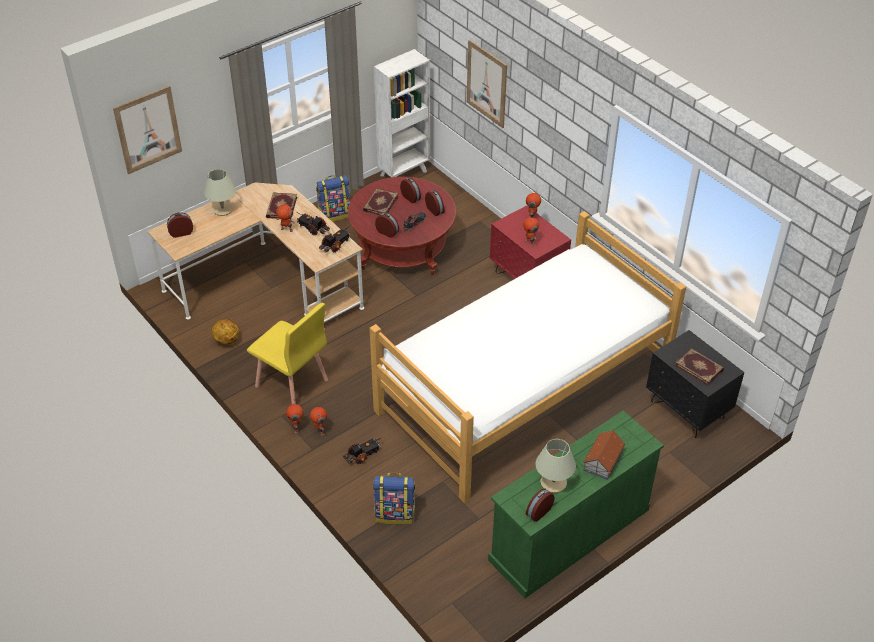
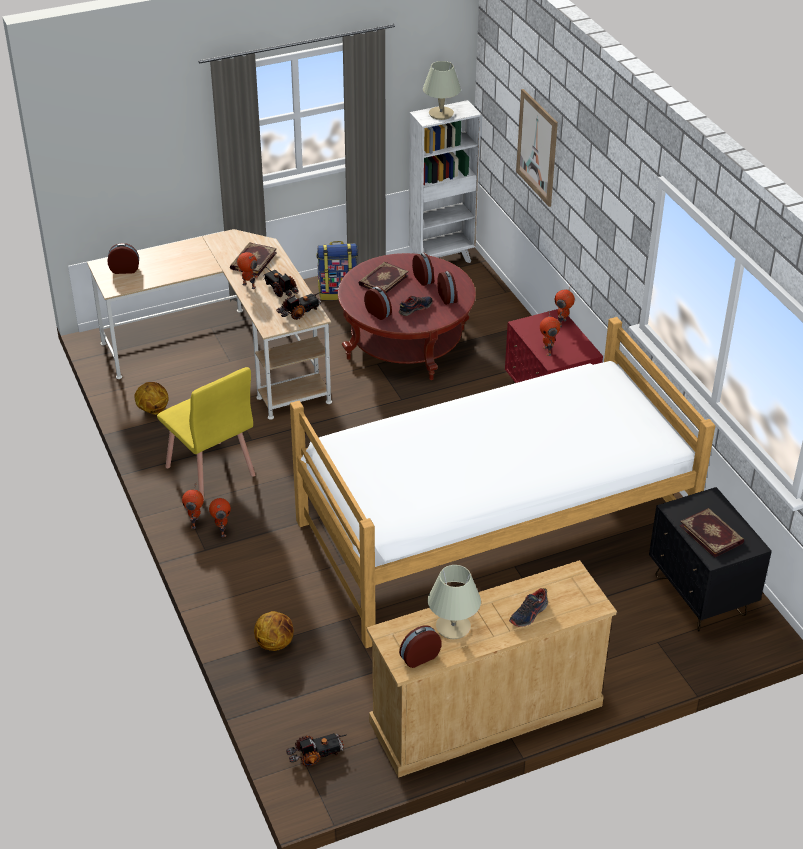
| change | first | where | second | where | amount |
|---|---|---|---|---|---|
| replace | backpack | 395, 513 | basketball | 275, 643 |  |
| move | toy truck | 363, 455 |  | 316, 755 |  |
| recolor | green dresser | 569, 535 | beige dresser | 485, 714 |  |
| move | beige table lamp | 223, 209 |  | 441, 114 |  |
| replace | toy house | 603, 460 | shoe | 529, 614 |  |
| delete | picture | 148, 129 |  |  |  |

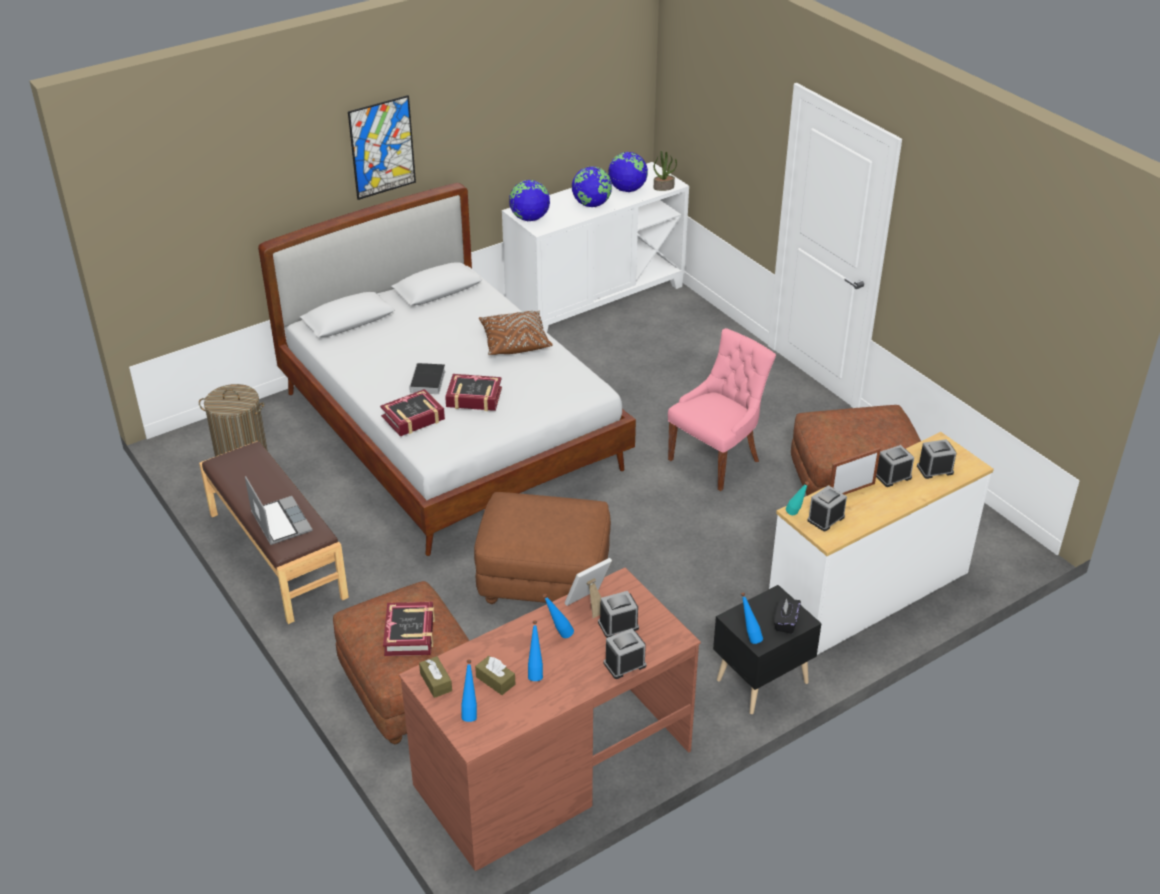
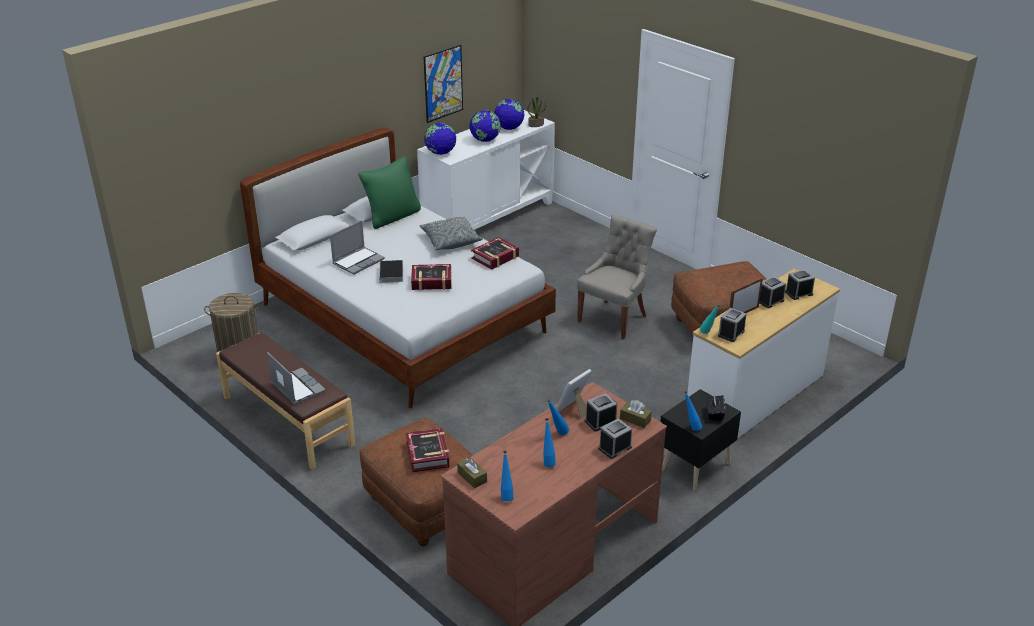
| change | first | where | second | where | amount |
|---|---|---|---|---|---|
| insert |  |  | laptop | 358, 261 |  |
| insert |  |  | green pillow | 392, 217 |  |
| recolor | brown pillow | 514, 342 | grey pillow | 450, 241 |  |
| move | picture | 382, 147 |  | 443, 83 |  |
| move | book | 413, 418 |  | 495, 257 |  |
| recolor | pink chair | 716, 460 | grey chair | 614, 318 |  |
| move | brown tissue box | 495, 680 |  | 635, 419 |  |
| delete | brown ottoman | 543, 581 |  |  |  |

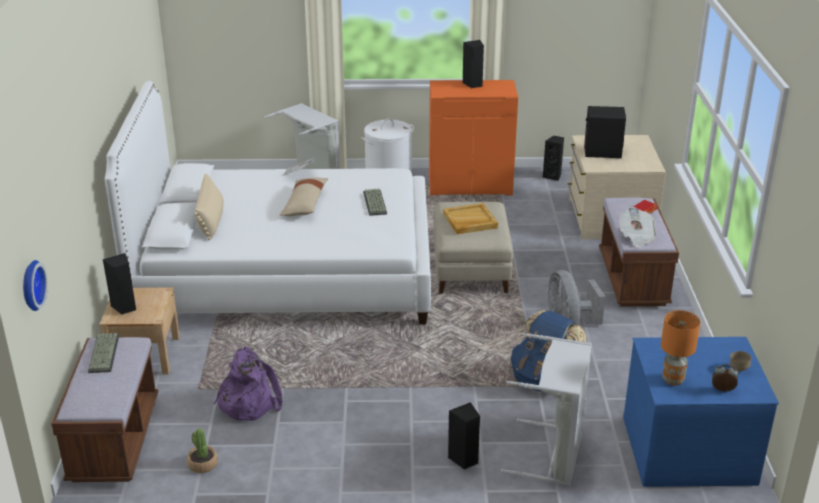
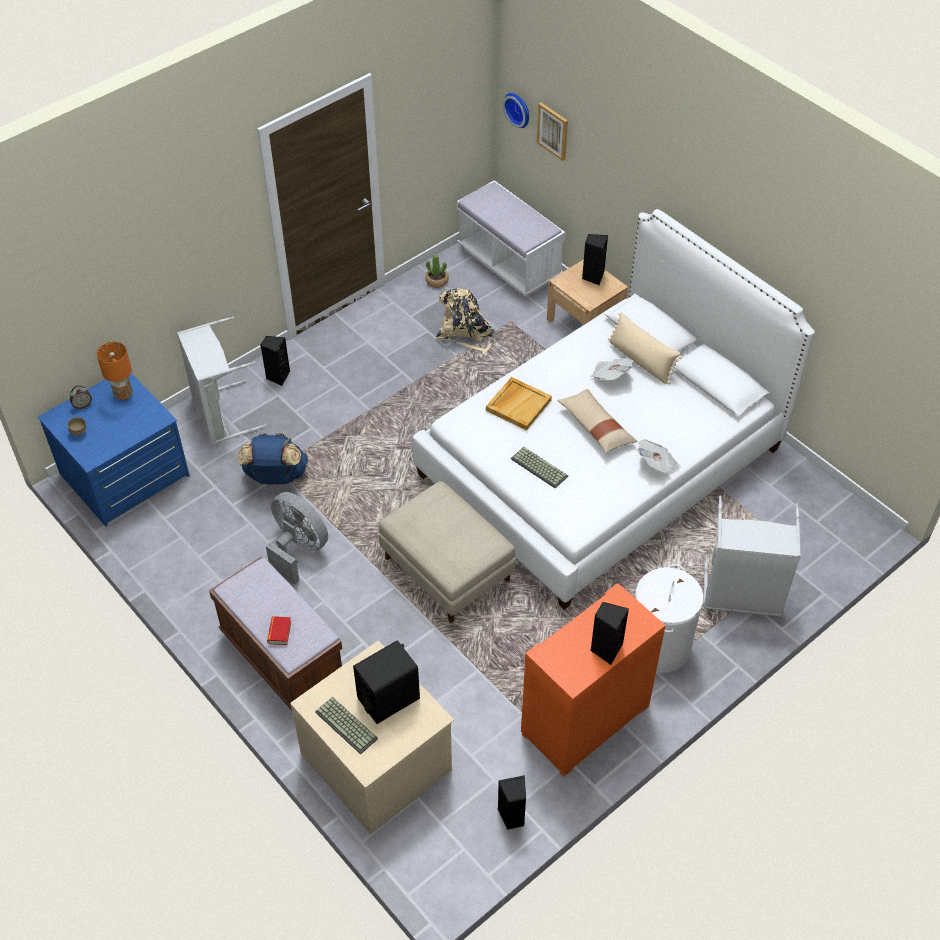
| change | first | where | second | where | amount |
|---|---|---|---|---|---|
| move | keyboard | 103, 353 |  | 347, 725 |  |
| recolor | purple backpack | 248, 402 | beige backpack | 465, 333 |  |
| recolor | brown bench | 114, 441 | white bench | 509, 263 |  |
| move | beige tray | 469, 221 |  | 518, 404 |  |
| insert |  |  | picture | 553, 131 |  |
| move | newspaper | 636, 237 |  | 610, 376 |  |

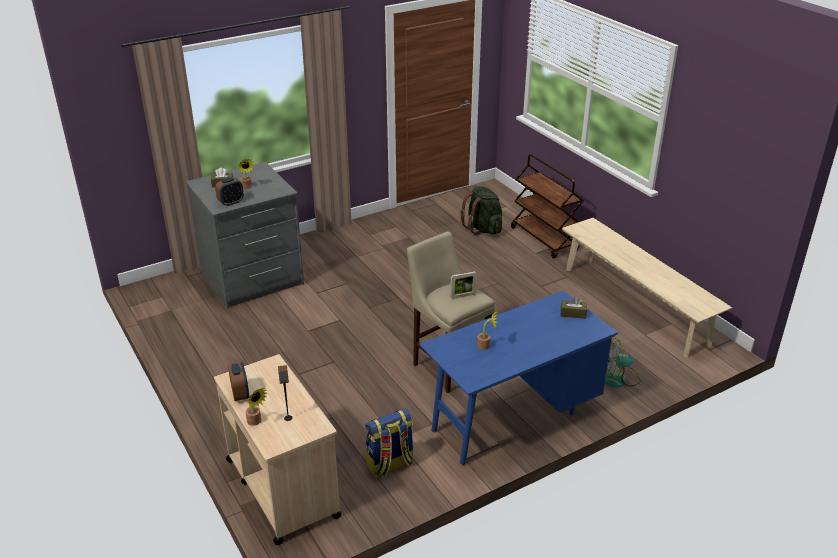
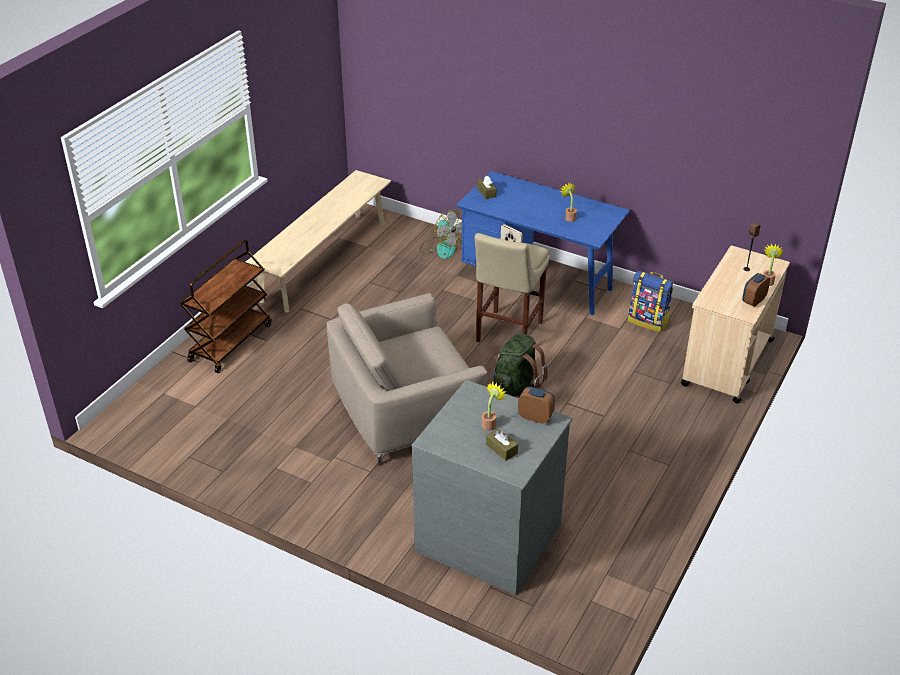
| change | first | where | second | where | amount |
|---|---|---|---|---|---|
| insert |  |  | beige armchair | 405, 411 |  |
| move | green backpack | 483, 228 |  | 516, 387 |  |

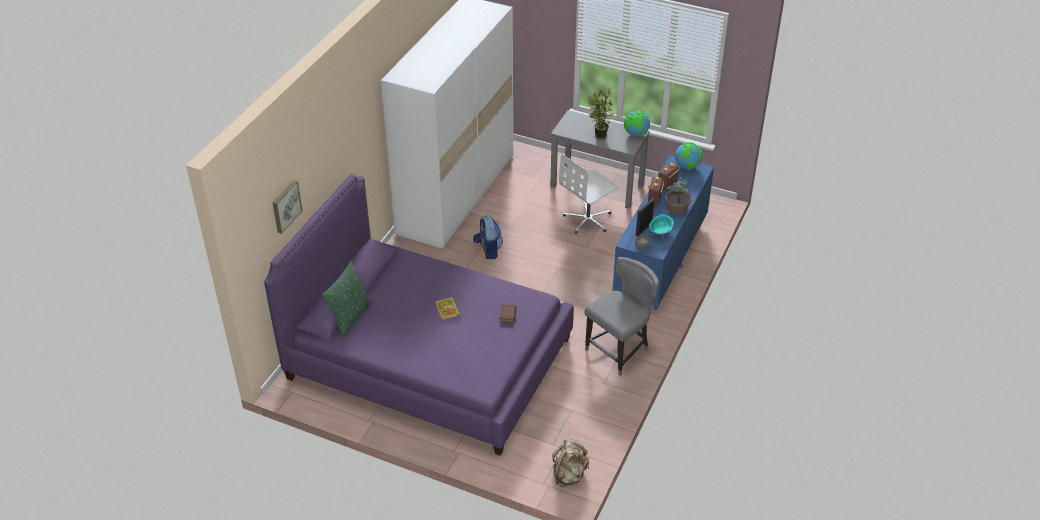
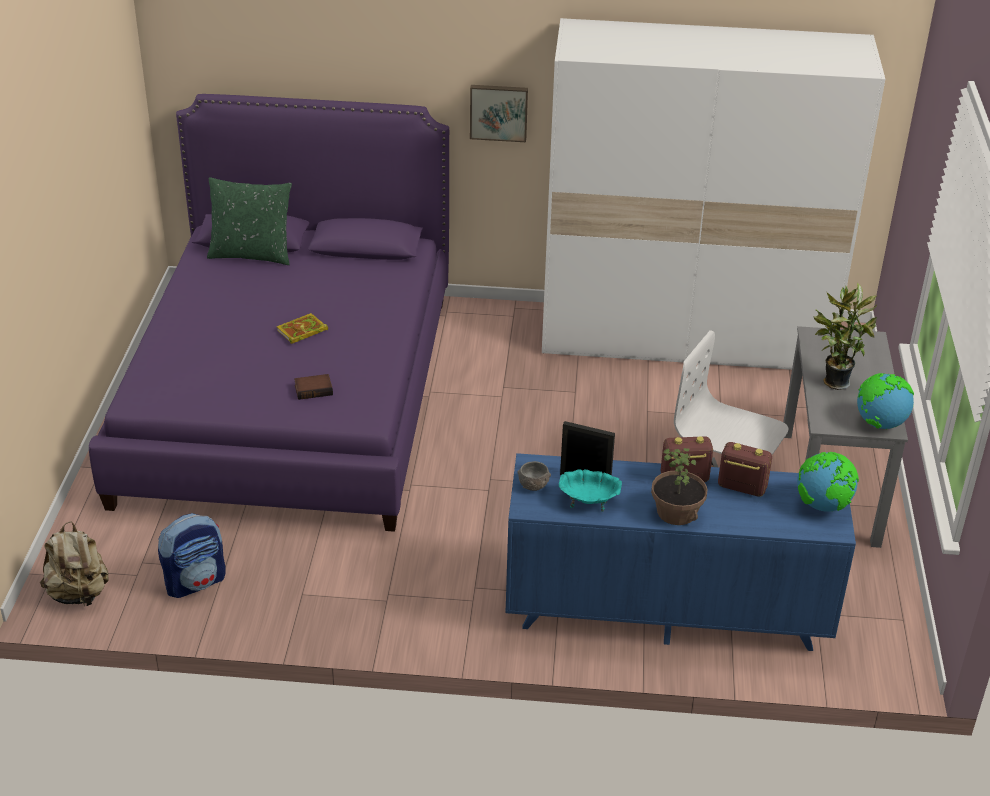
| change | first | where | second | where | amount |
|---|---|---|---|---|---|
| move | backpack | 488, 250 |  | 195, 582 |  |
| move | picture | 285, 206 |  | 498, 112 |  |
| delete | grey chair | 619, 351 |  |  |  |

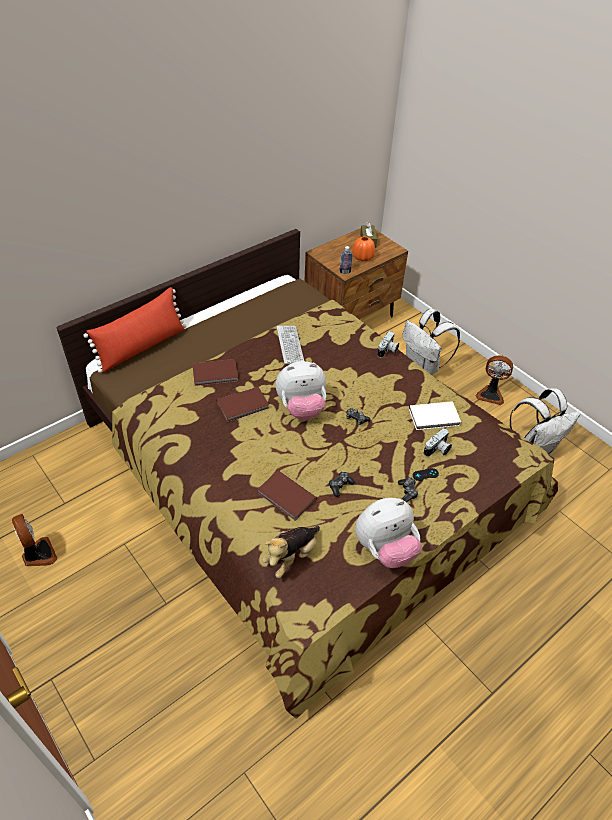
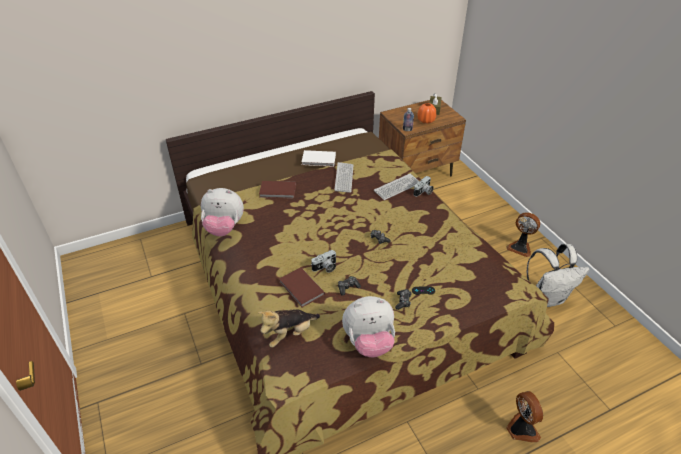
| change | first | where | second | where | amount |
|---|---|---|---|---|---|
| move | plush toy | 301, 408 |  | 224, 228 |  |
| move | white book | 435, 417 |  | 319, 160 |  |
| move | photo camera | 437, 450 |  | 325, 268 |  |
| insert |  |  | keyboard | 397, 187 |  |
| move | fan | 38, 554 |  | 520, 429 |  |
| delete | red pillow | 142, 347 |  |  |  |
| delete | brown book | 244, 406 |  |  |  |
| delete | white backpack | 423, 367 |  |  |  |

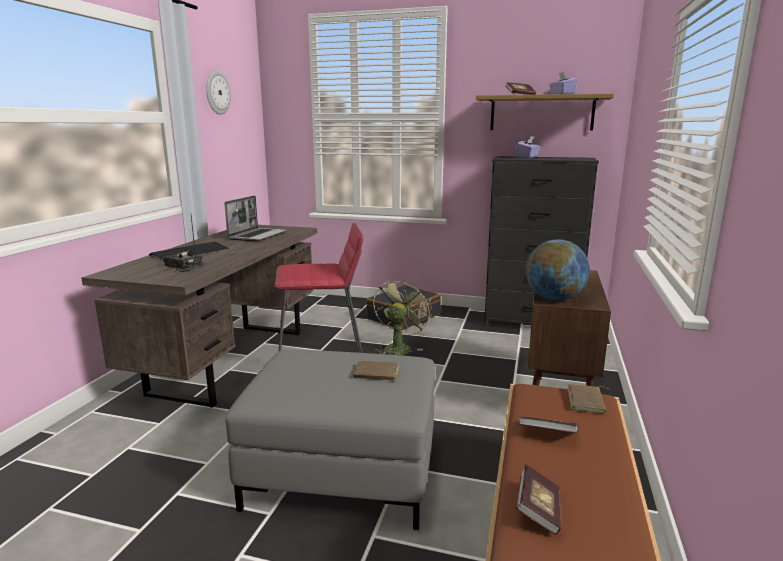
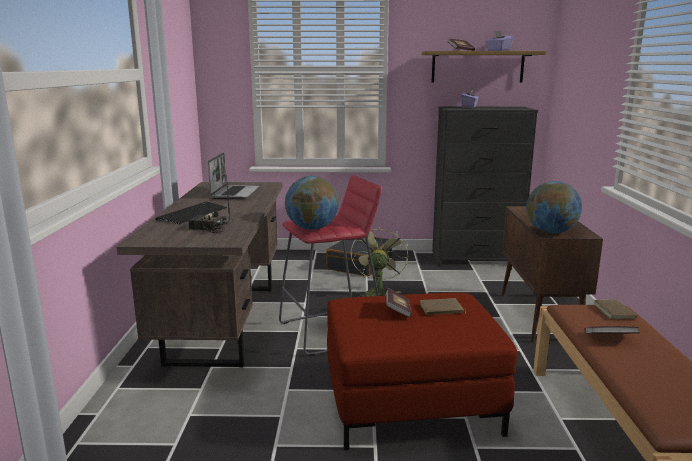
| change | first | where | second | where | amount |
|---|---|---|---|---|---|
| insert |  |  | globe | 312, 228 |  |
| recolor | grey ottoman | 341, 472 | red ottoman | 410, 403 |  |
| move | book | 538, 510 |  | 397, 311 |  |
| delete | wall clock | 217, 93 |  |  |  |

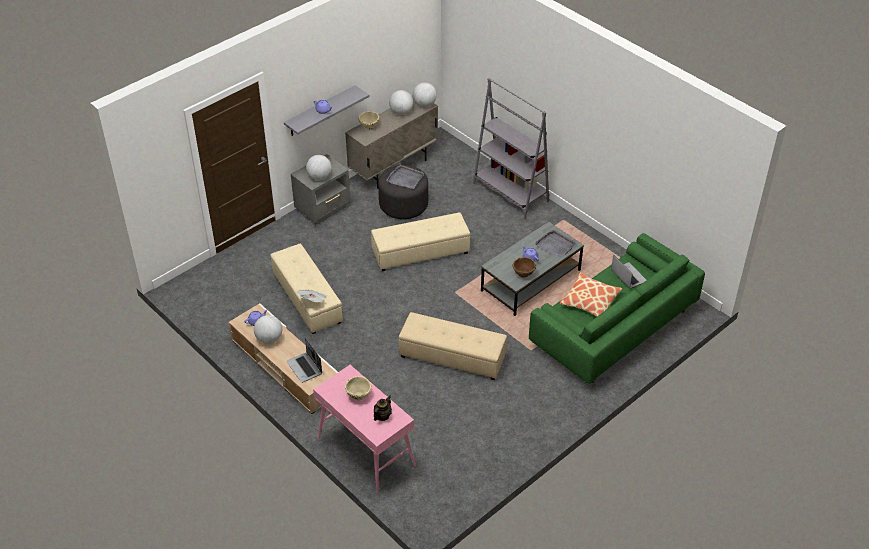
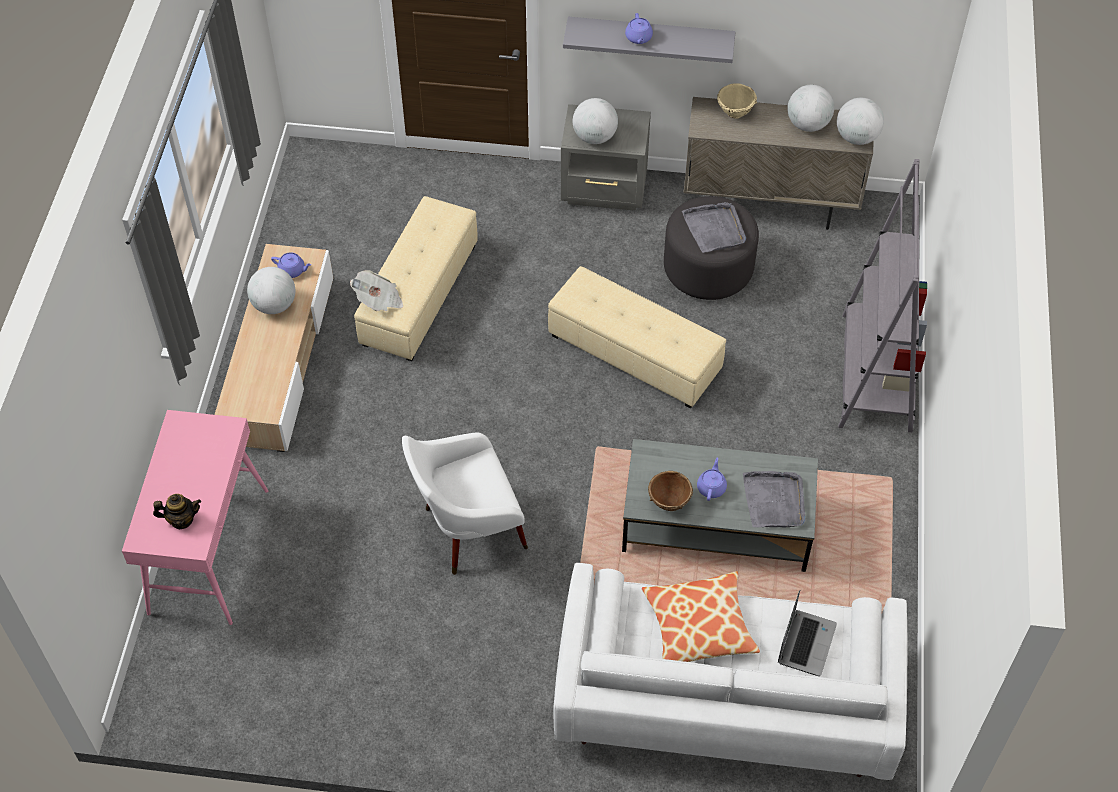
| change | first | where | second | where | amount |
|---|---|---|---|---|---|
| replace | beige ottoman | 452, 357 | white armchair | 468, 530 |  |
| recolor | green sofa | 613, 328 | white sofa | 725, 697 |  |
| delete | laptop | 305, 368 |  |  |  |
| delete | beige bowl | 358, 395 |  |  |  |

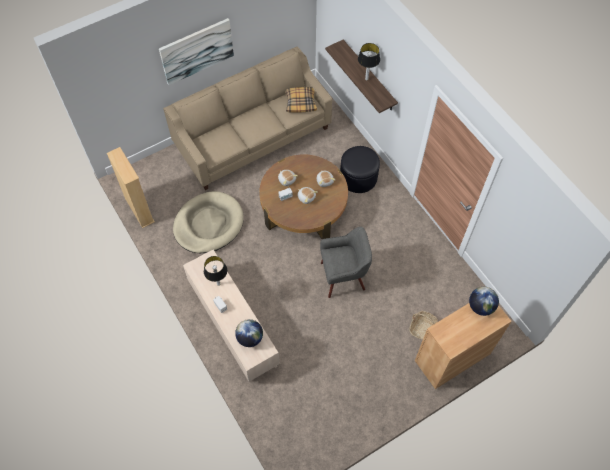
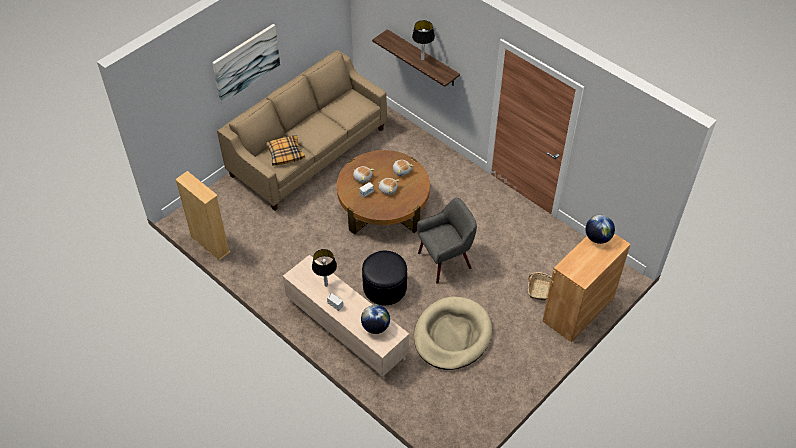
| change | first | where | second | where | amount |
|---|---|---|---|---|---|
| move | pillow | 300, 102 |  | 285, 153 |  |
| move | black ottoman | 358, 177 |  | 385, 287 |  |
| move | beige dog bed | 208, 224 |  | 452, 335 |  |

